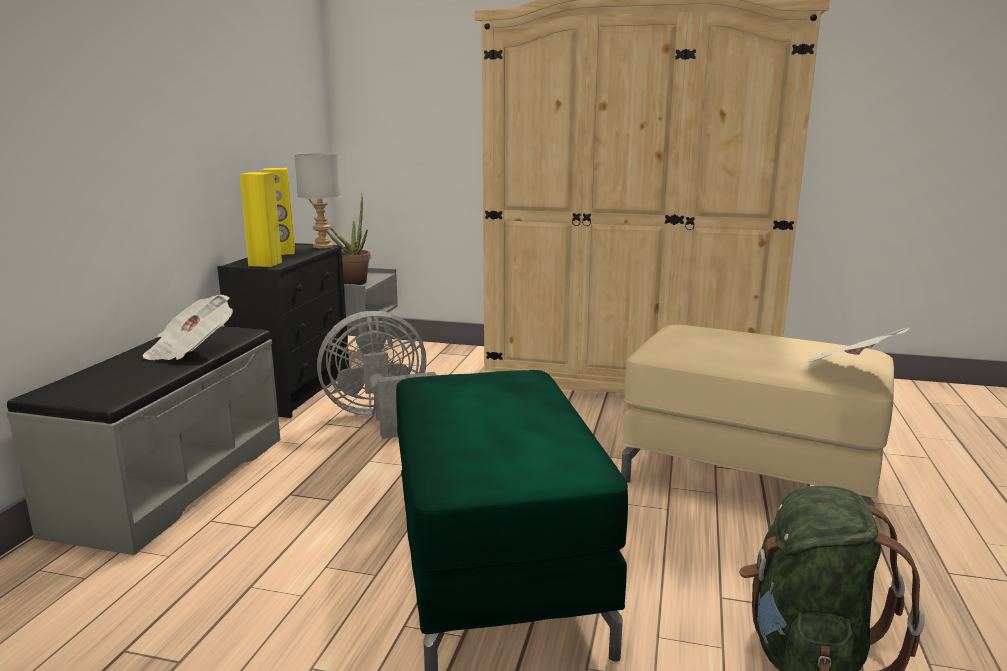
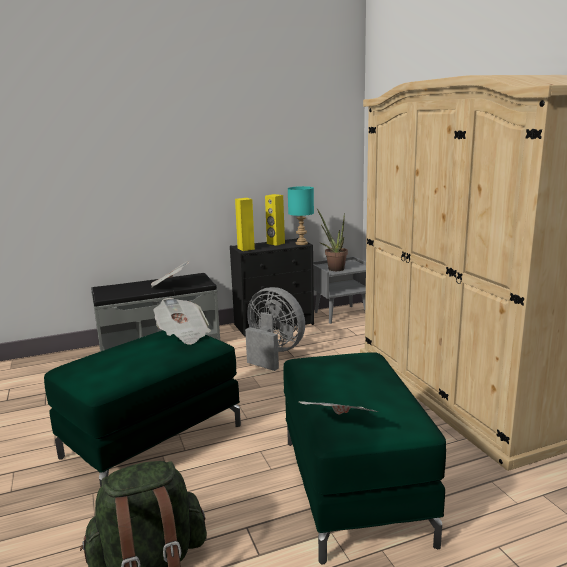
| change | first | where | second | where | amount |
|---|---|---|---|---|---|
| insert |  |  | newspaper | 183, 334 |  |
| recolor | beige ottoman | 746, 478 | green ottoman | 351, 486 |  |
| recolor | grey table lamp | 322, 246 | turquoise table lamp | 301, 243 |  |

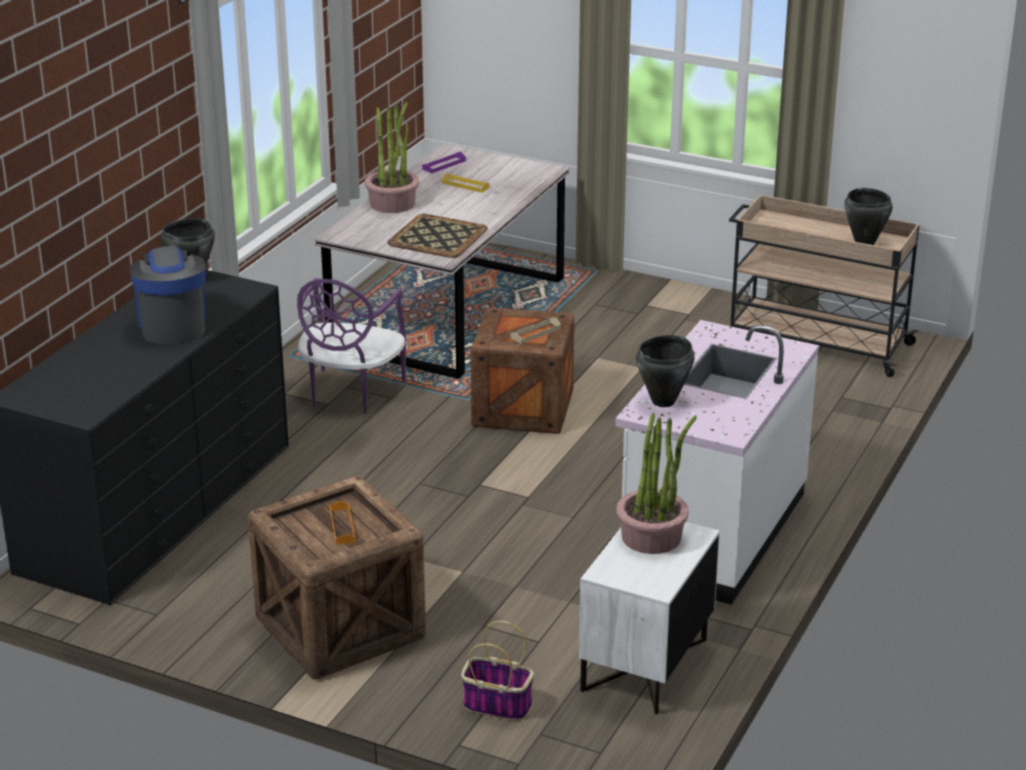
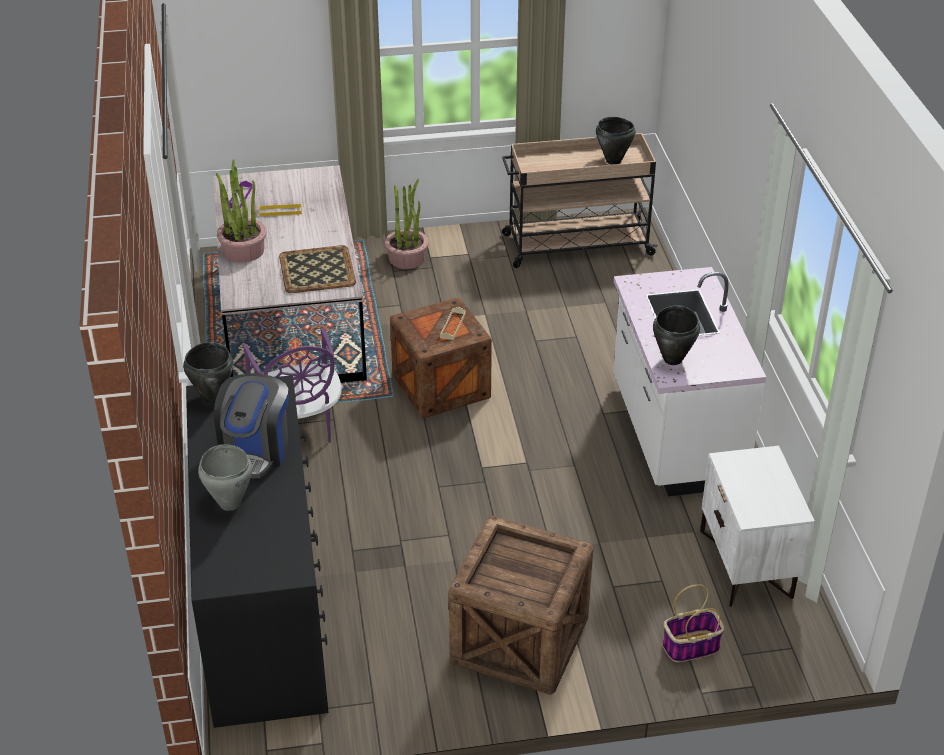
| change | first | where | second | where | amount |
|---|---|---|---|---|---|
| insert |  |  | grey cooking pot | 229, 503 |  |
| rotate | coffee machine | 172, 325 |  | 255, 450 | 120 degrees counterclockwise |
| move | potted plant | 652, 536 |  | 407, 258 |  |
| delete | orange tray | 342, 526 |  |  |  |

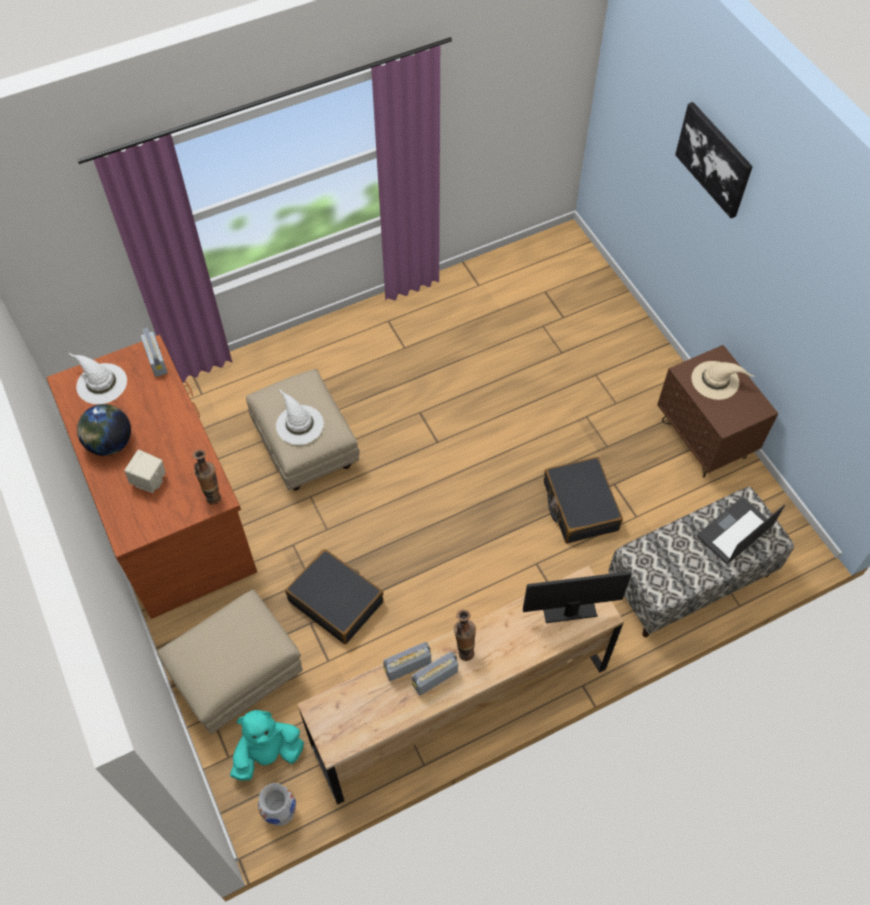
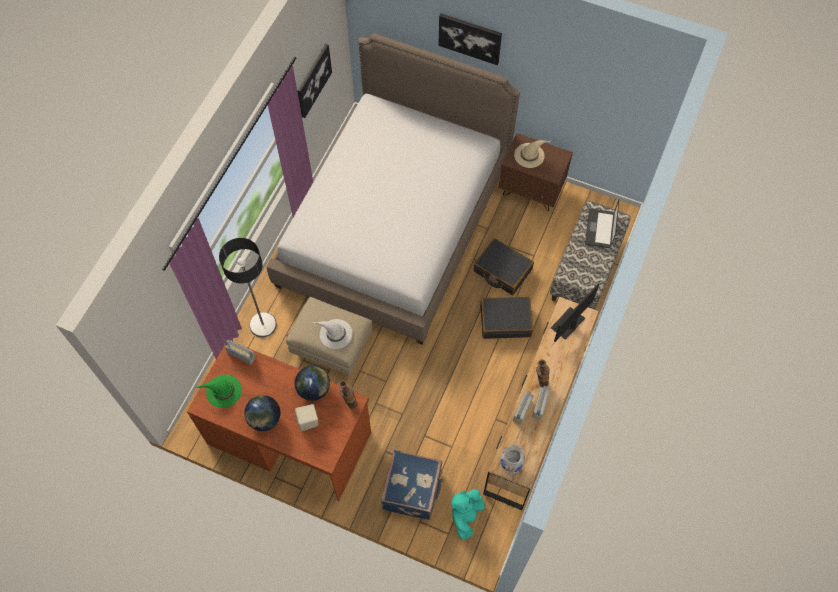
| change | first | where | second | where | amount |
|---|---|---|---|---|---|
| recolor | white hat | 101, 383 | green hat | 223, 391 |  |
| insert |  |  | floor lamp | 263, 324 |  |
| insert |  |  | bed | 394, 224 |  |
| insert |  |  | globe | 314, 389 |  |
| insert |  |  | picture | 313, 80 |  |
| replace | beige ottoman | 238, 674 | blue suitcase | 413, 490 |  |
| move | black suitcase | 336, 601 |  | 505, 321 |  |
| move | white vase | 281, 811 |  | 511, 465 |  |

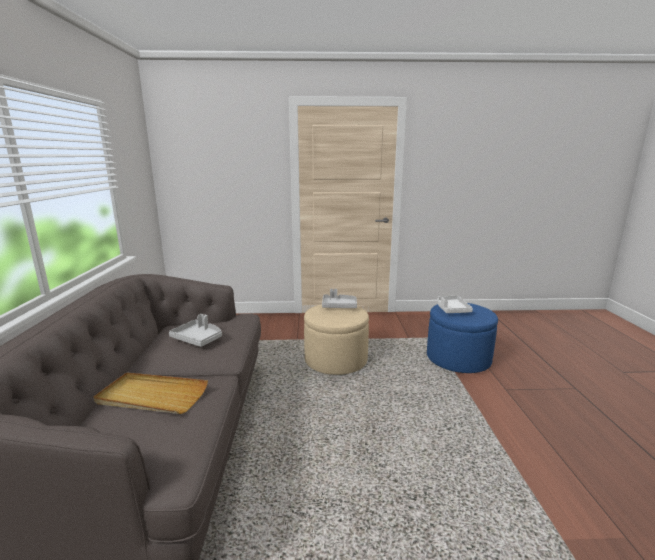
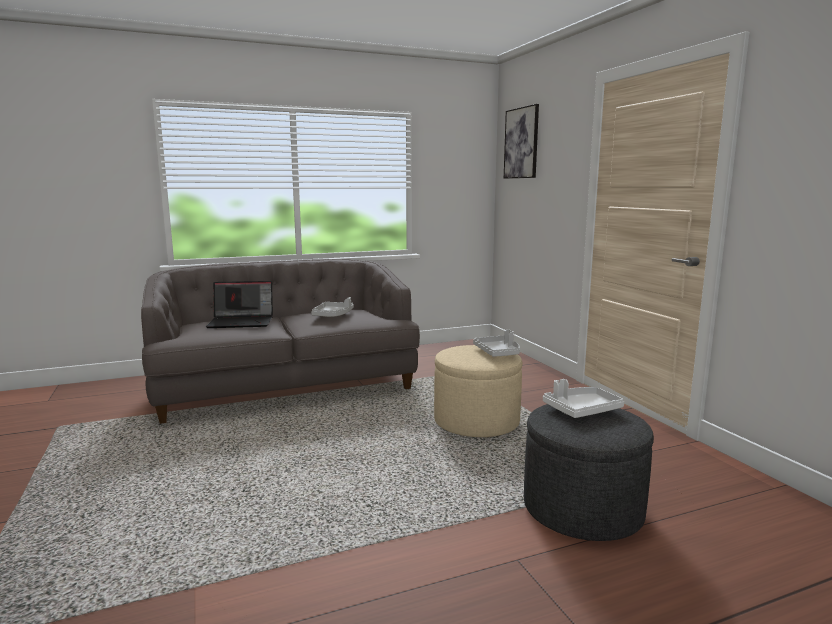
| change | first | where | second | where | amount |
|---|---|---|---|---|---|
| replace | beige tray | 152, 396 | laptop | 242, 322 |  |
| insert |  |  | picture | 521, 143 |  |
| recolor | blue ottoman | 458, 359 | grey ottoman | 582, 509 |  |

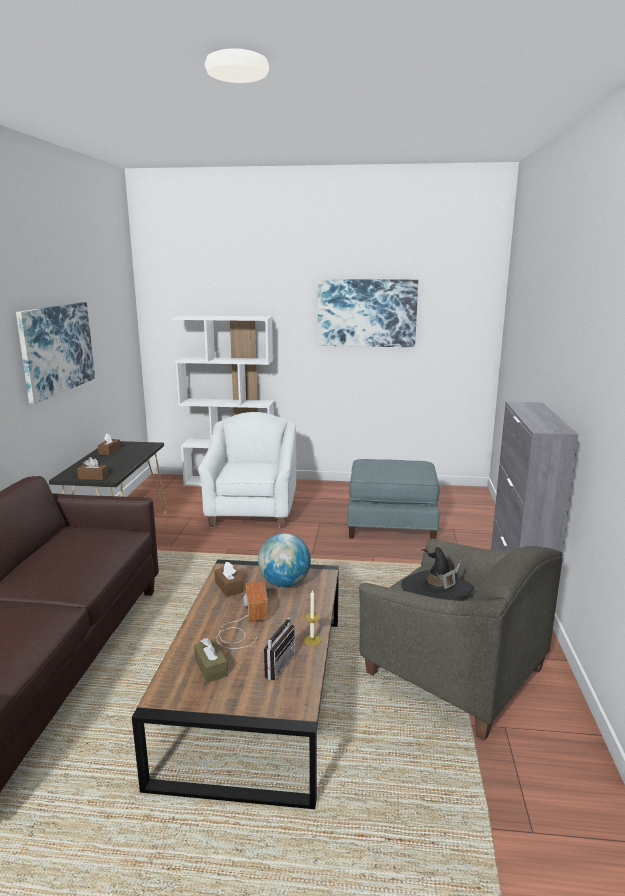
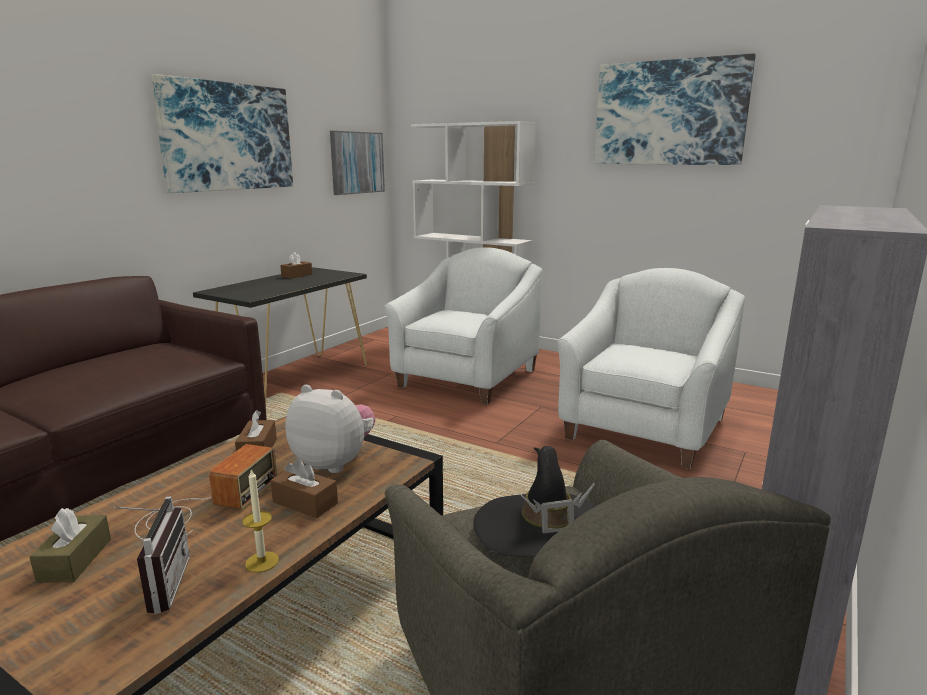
| change | first | where | second | where | amount |
|---|---|---|---|---|---|
| rotate | radio | 275, 664 |  | 159, 586 | 60 degrees counterclockwise |
| move | brown tissue box | 93, 477 |  | 305, 503 |  |
| replace | globe | 284, 583 | plush toy | 334, 462 |  |
| insert |  |  | picture | 357, 162 |  |
| replace | blue ottoman | 391, 525 | white armchair | 644, 428 |  |

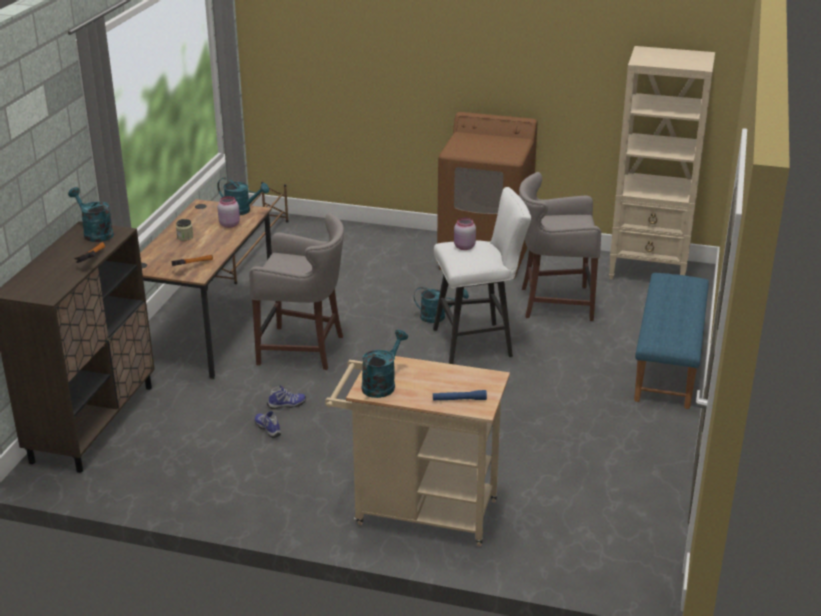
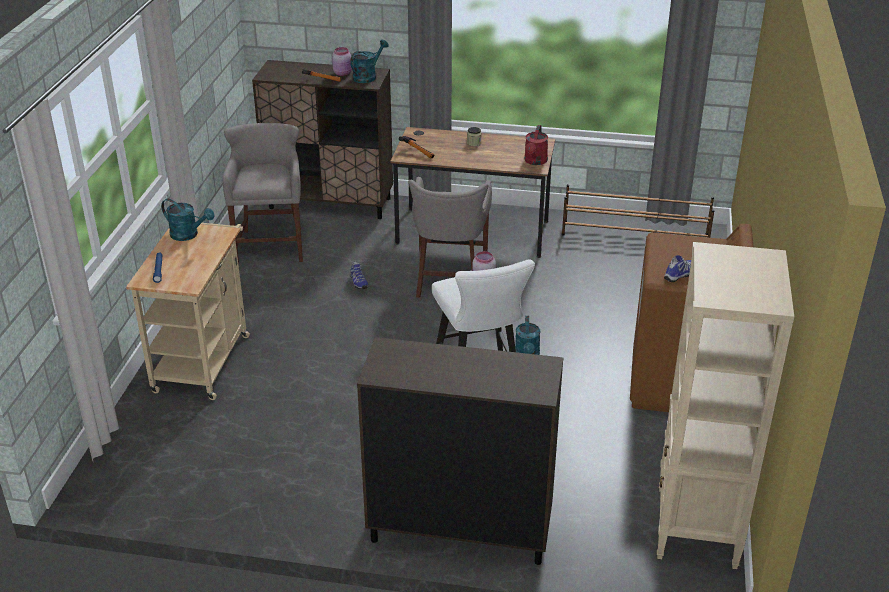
| change | first | where | second | where | amount |
|---|---|---|---|---|---|
| move | grey stool | 553, 303 |  | 271, 244 |  |
| move | pink jar | 229, 224 |  | 343, 73 |  |
| replace | blue bench | 669, 363 | brown cabinet | 459, 530 |  |
| recolor | turquoise watering can | 242, 211 | red watering can | 535, 161 |  |
| move | shoe | 268, 428 |  | 680, 275 |  |

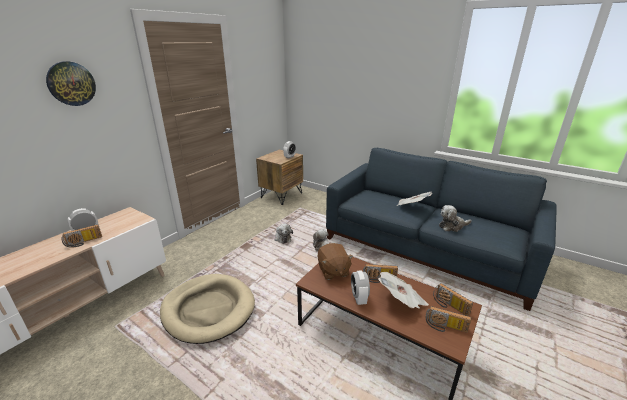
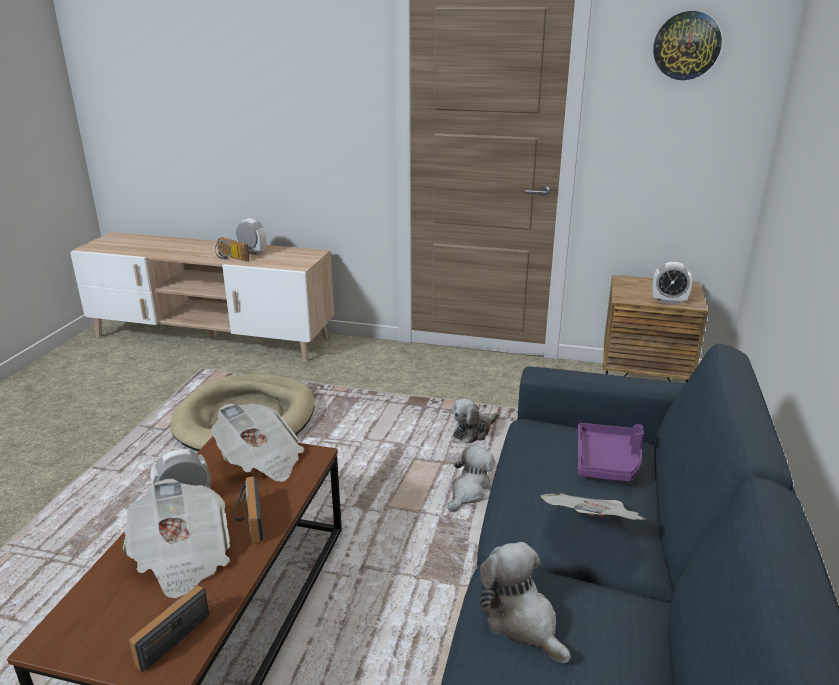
| change | first | where | second | where | amount |
|---|---|---|---|---|---|
| replace | brown plush toy | 333, 271 | newspaper | 261, 460 |  |
| insert |  |  | purple tray | 608, 462 |  |
| move | wall clock | 71, 84 |  | 686, 46 |  |
| delete | radio | 445, 327 |  |  |  |

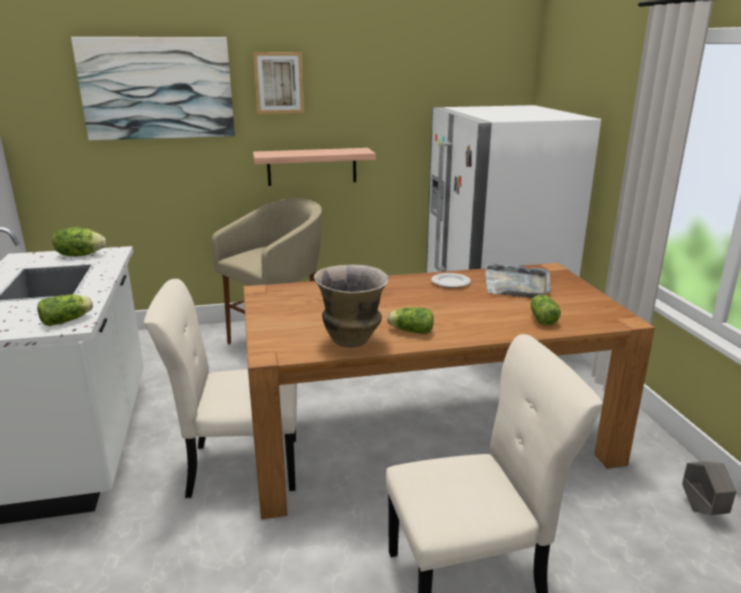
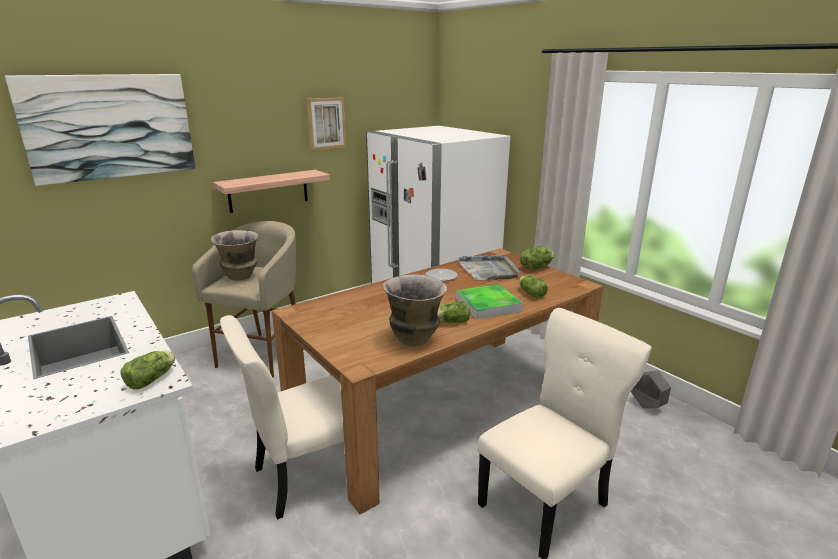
| change | first | where | second | where | amount |
|---|---|---|---|---|---|
| insert |  |  | vase | 241, 277 |  |
| move | picture | 278, 83 |  | 326, 123 |  |
| insert |  |  | tray | 488, 305 |  |
| move | lettuce | 80, 255 |  | 535, 268 |  |

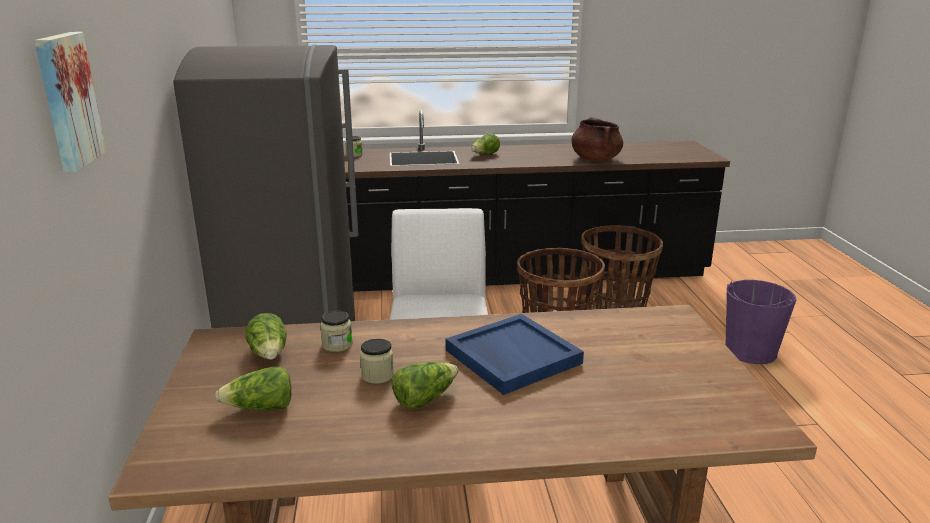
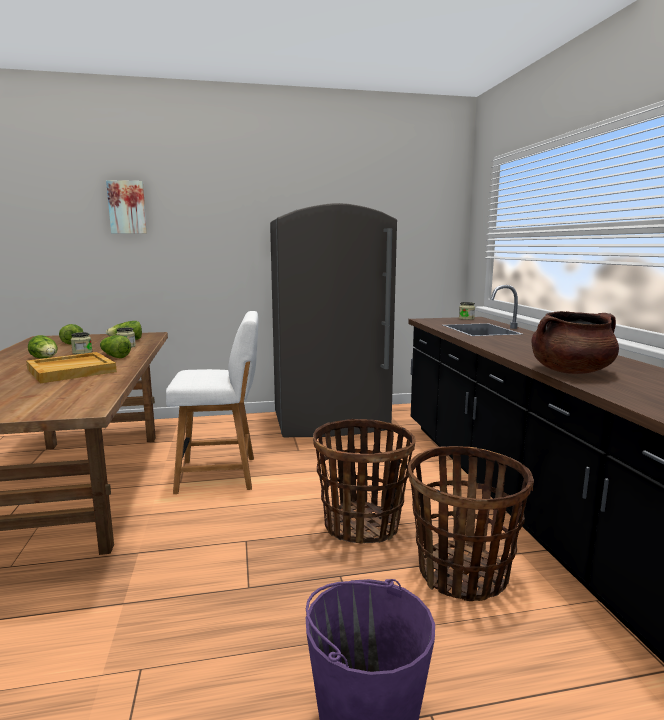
| change | first | where | second | where | amount |
|---|---|---|---|---|---|
| recolor | blue tray | 511, 356 | beige tray | 72, 370 |  |
| move | lettuce | 485, 154 |  | 114, 356 |  |

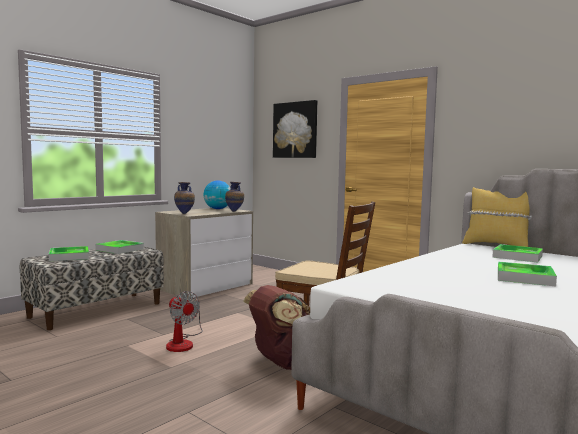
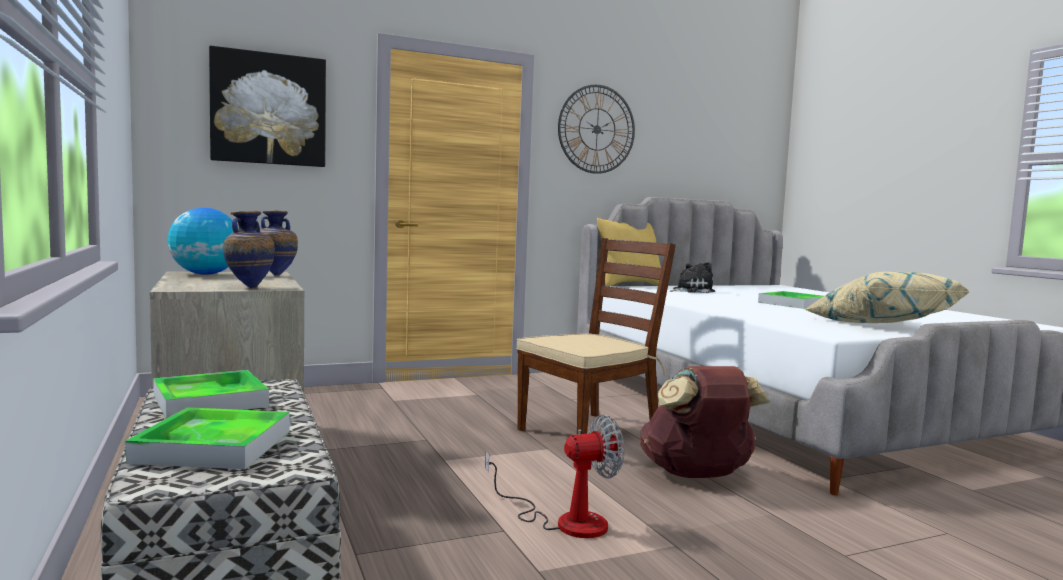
| change | first | where | second | where | amount |
|---|---|---|---|---|---|
| insert |  |  | wall clock | 597, 129 |  |
| replace | tray | 517, 256 | plush toy | 690, 291 |  |
| insert |  |  | beige pillow | 879, 325 |  |

